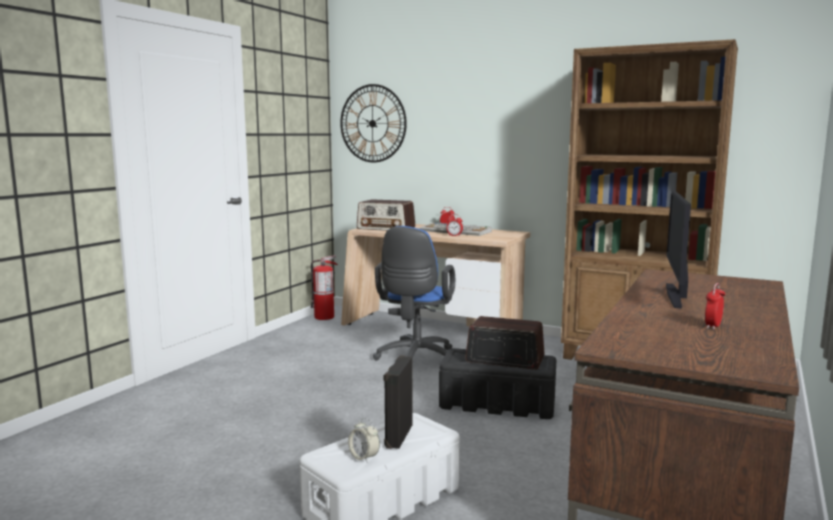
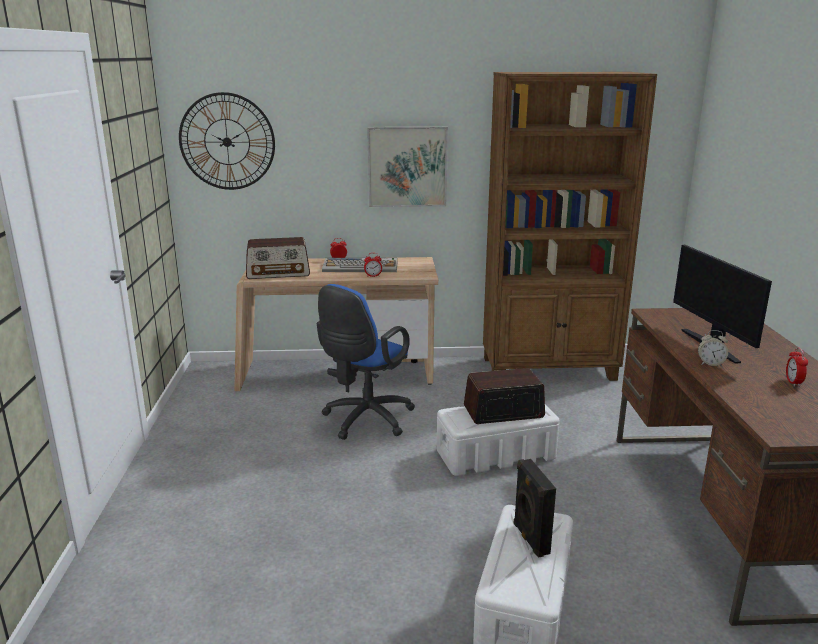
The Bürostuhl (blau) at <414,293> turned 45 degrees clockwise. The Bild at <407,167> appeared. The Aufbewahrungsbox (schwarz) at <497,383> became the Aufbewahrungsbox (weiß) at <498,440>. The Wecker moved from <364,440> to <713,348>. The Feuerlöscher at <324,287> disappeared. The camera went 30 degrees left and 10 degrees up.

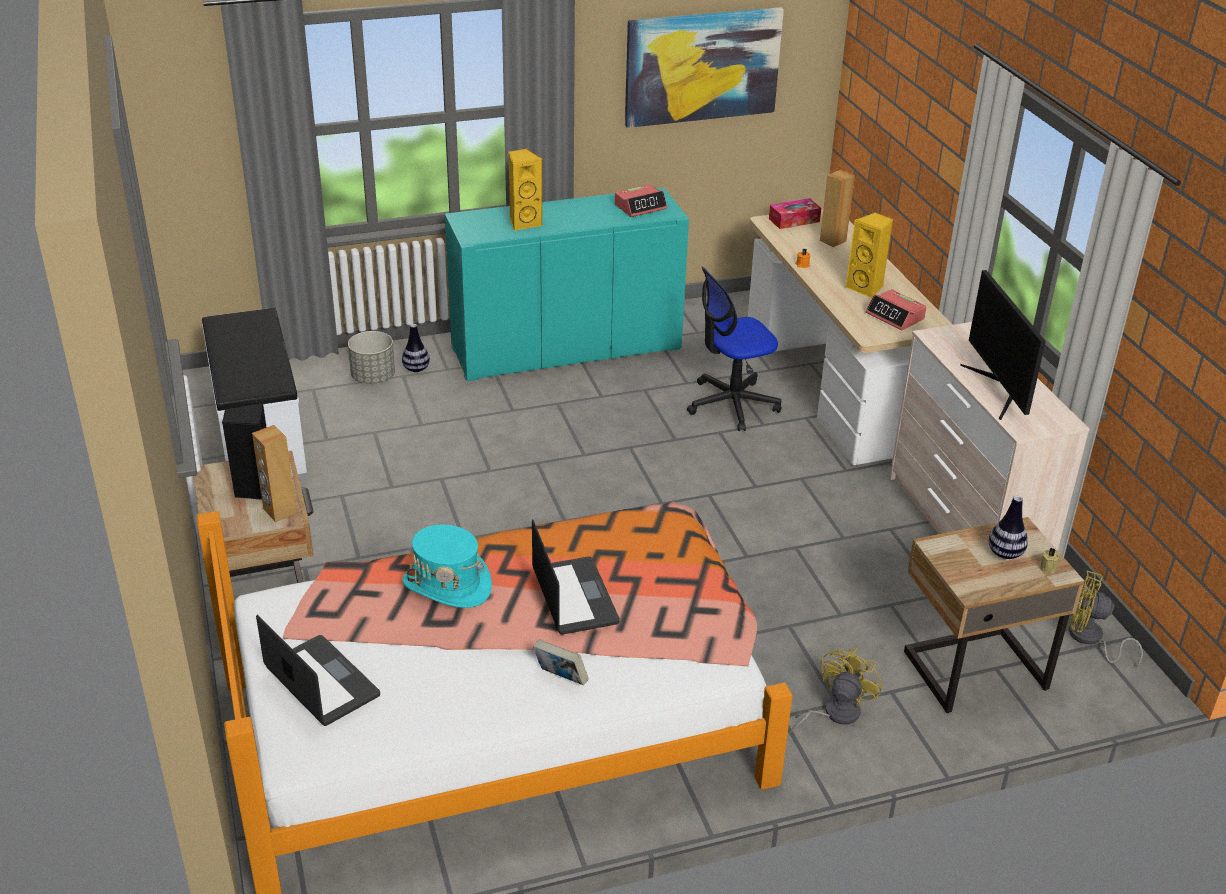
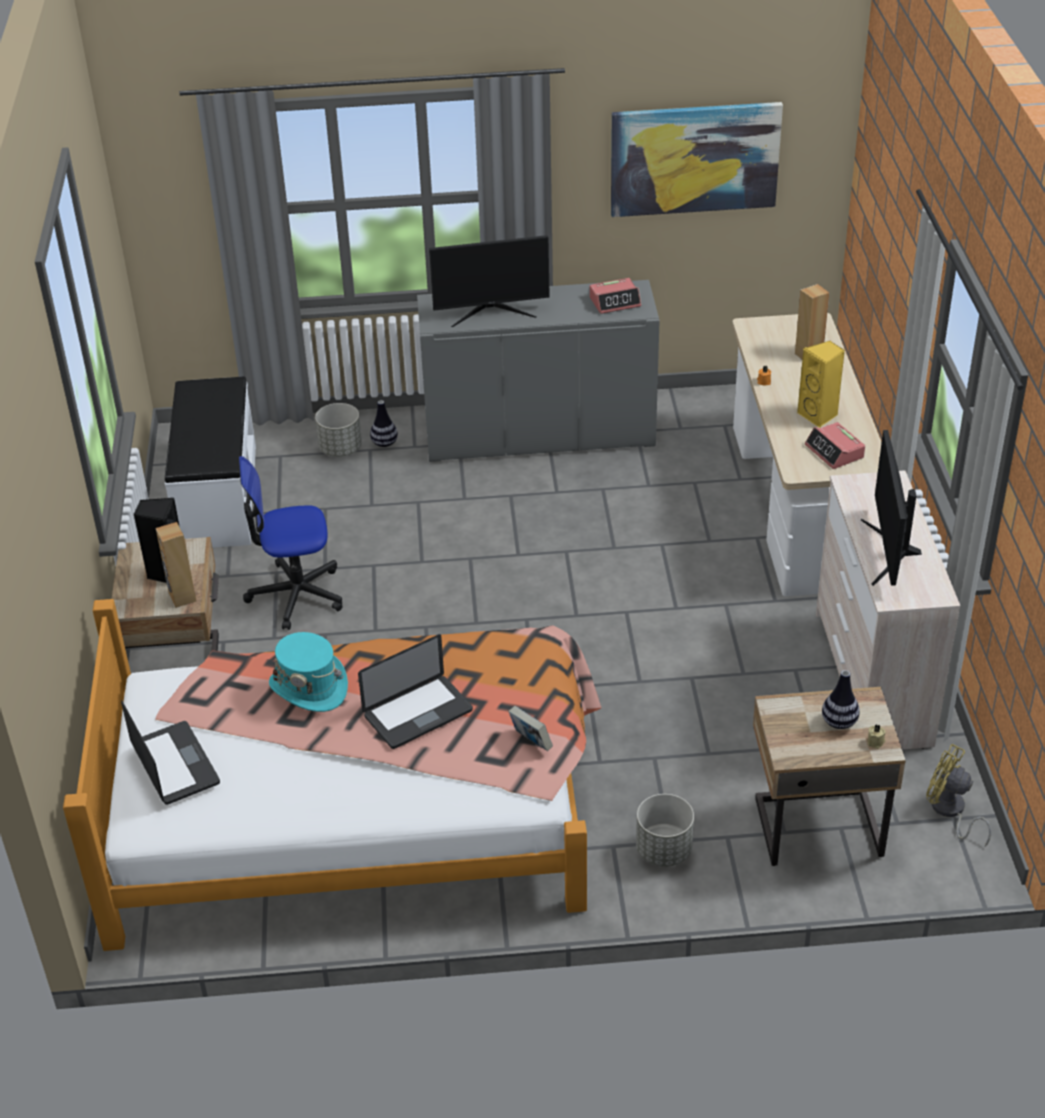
The Bürostuhl moved from <734,349> to <290,543>. The Laptop at <576,577> turned 60 degrees clockwise. The Schrank (türkis) at <567,284> became the Schrank (grau) at <538,371>. The Lautsprecher (gelb) at <525,190> was replaced by the Monitor at <489,281>. The Buch moved from <560,662> to <530,728>. The Ventilator (gelb) at <835,691> was replaced by the Pflanzkübel (grau) at <665,830>. The Taschentuchbox at <795,213> disappeared. The camera went 15 degrees right and 5 degrees up.

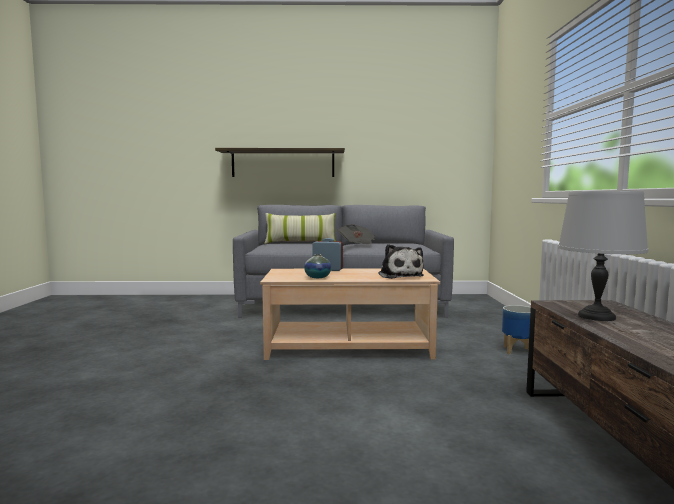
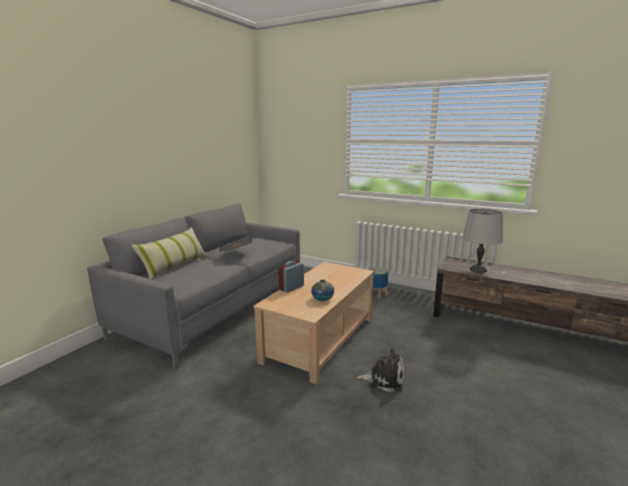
The Plüschtier moved from <401,261> to <380,370>. The Wandregal at <280,162> disappeared. The camera went 60 degrees left and 10 degrees up.

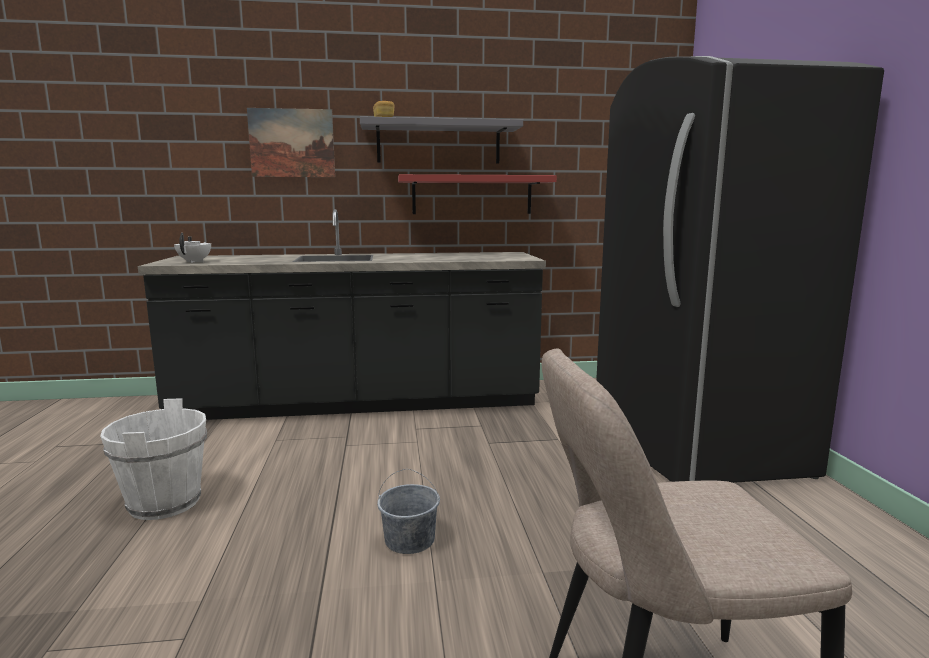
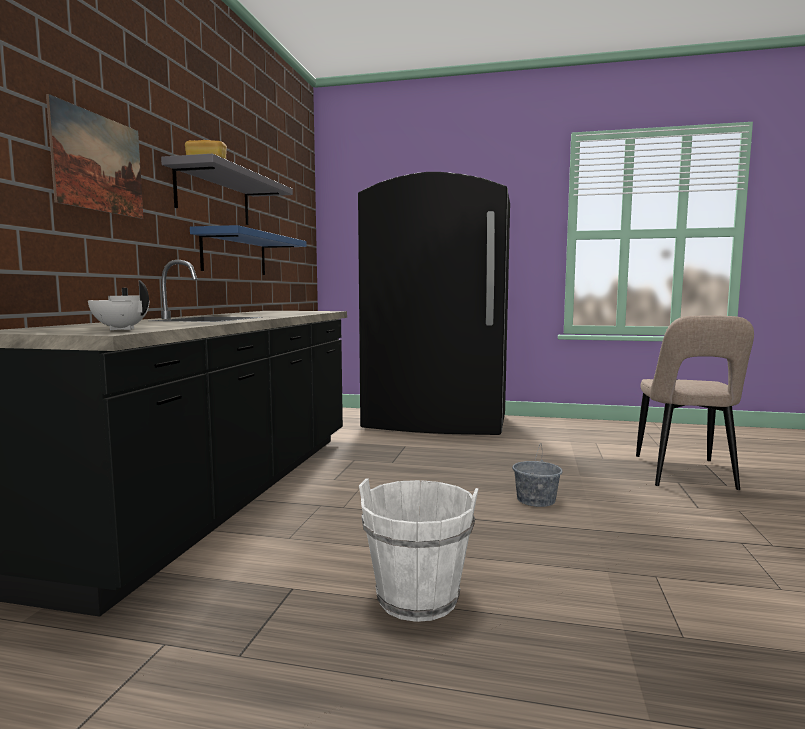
The Wandregal (rot) at <477,194> became the Wandregal (blau) at <248,250>. The camera went 70 degrees left and 5 degrees down.

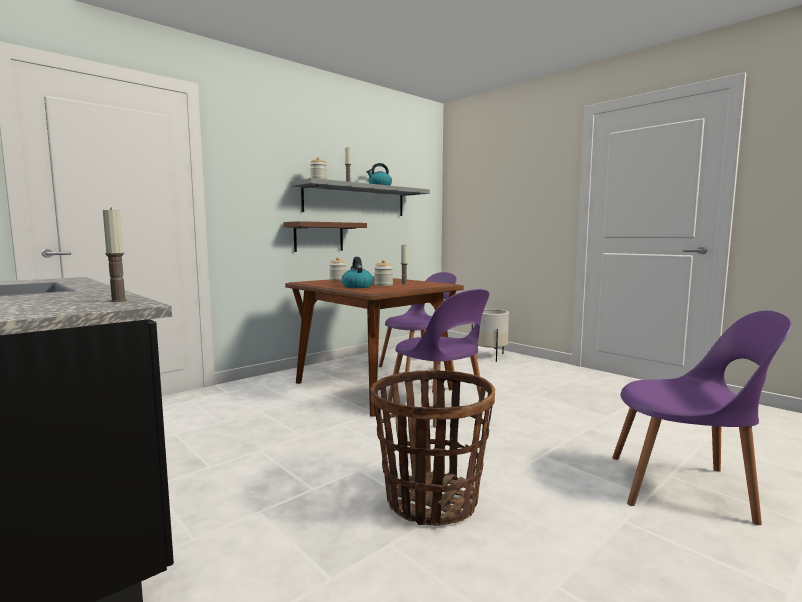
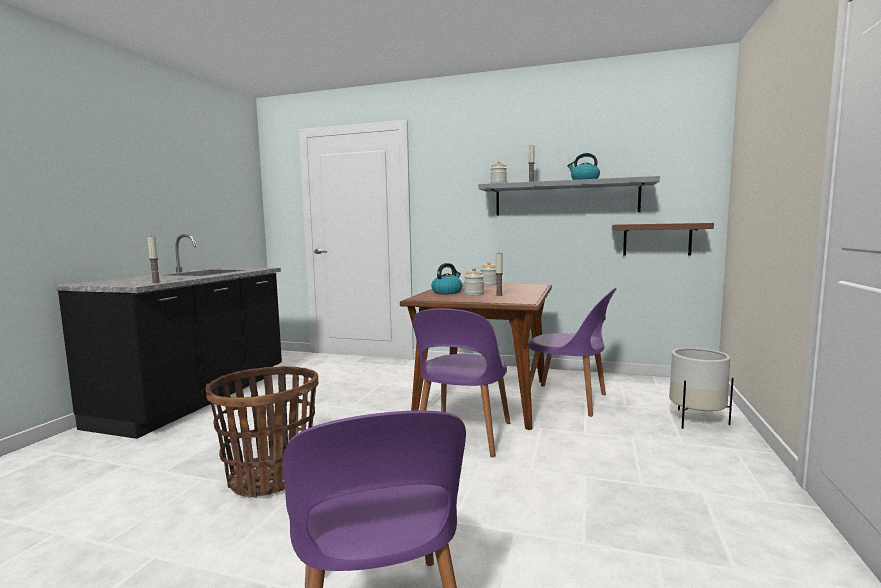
The Wandregal (braun) moved from <325,236> to <663,239>. The camera went 60 degrees right and 0 degrees up.

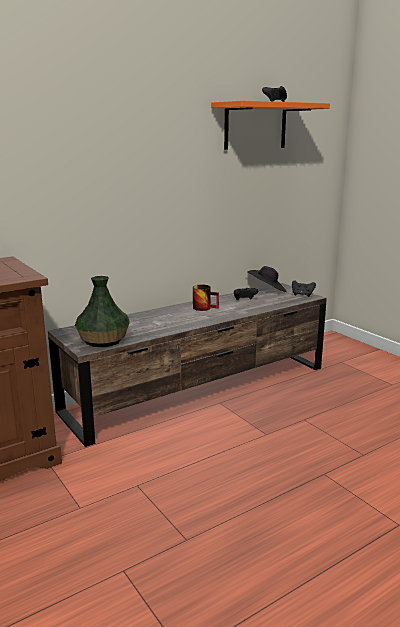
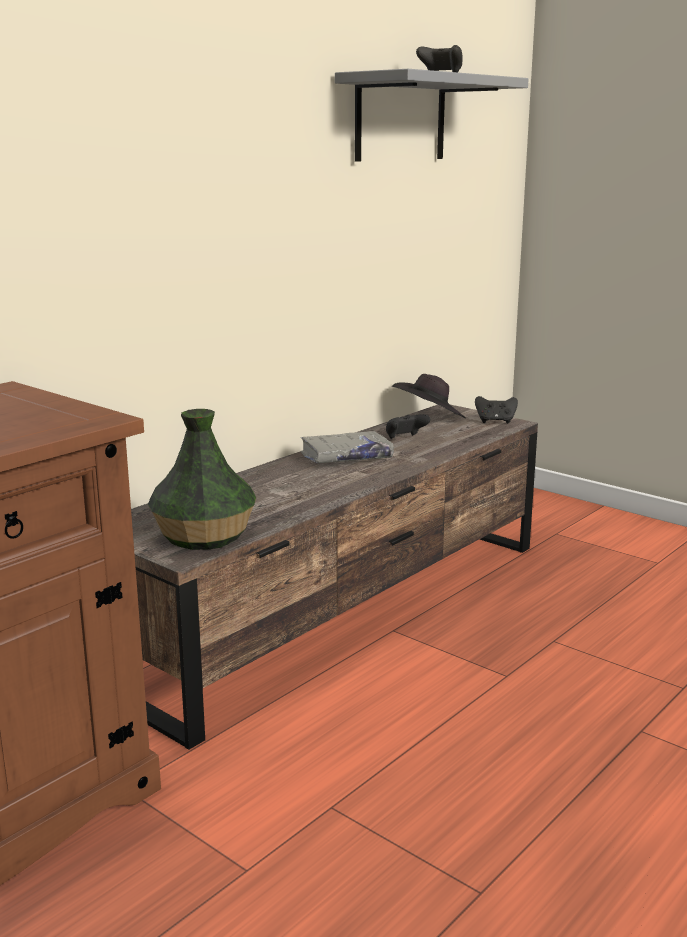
The Henkelbecher at <206,298> was replaced by the Buch (grau) at <347,447>. The Wandregal (orange) at <270,125> became the Wandregal (grau) at <432,115>. The camera went 15 degrees left and 0 degrees up.

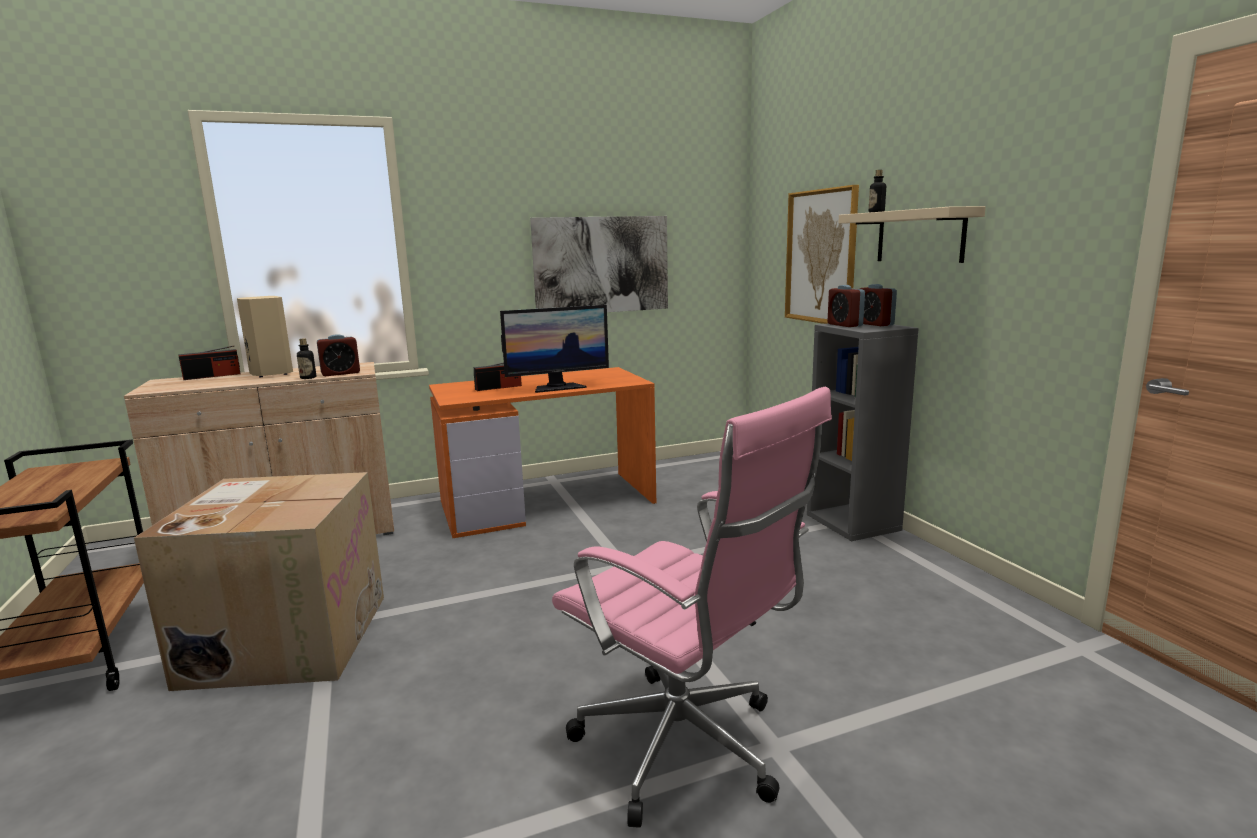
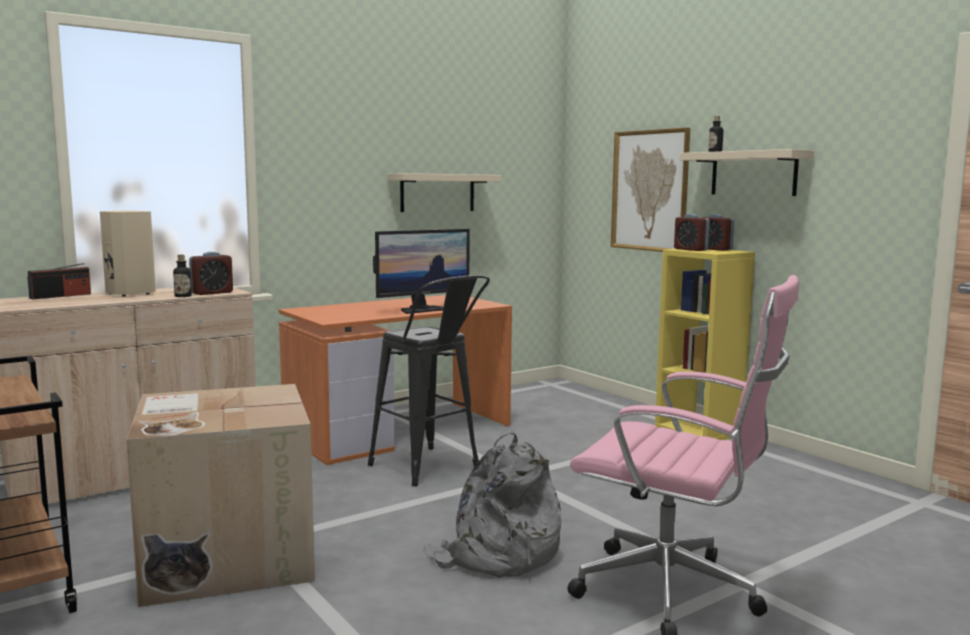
The Hocker (schwarz) at <429,380> appeared. The Bild at <599,264> was replaced by the Wandregal (beige) at <445,192>. The Rucksack (grau) at <493,504> appeared. The Bücherregal (grau) at <863,432> became the Bücherregal (gelb) at <705,344>. The Radio at <498,376> disappeared. The camera went 15 degrees left and 5 degrees down.

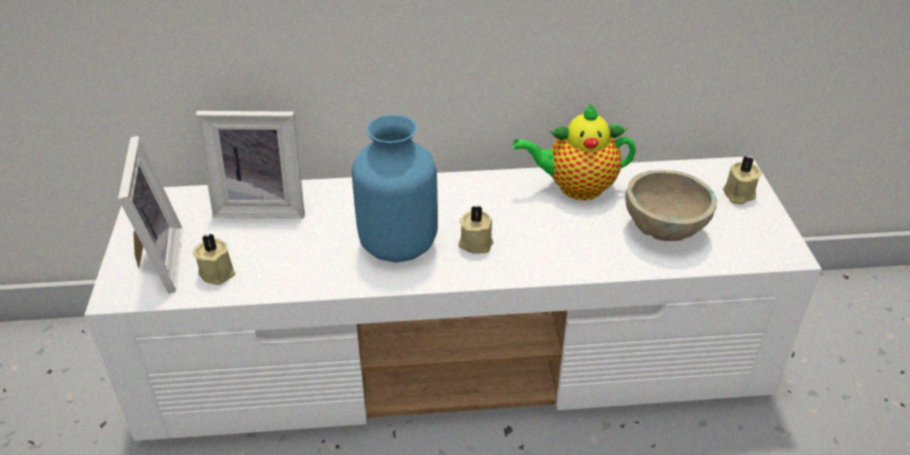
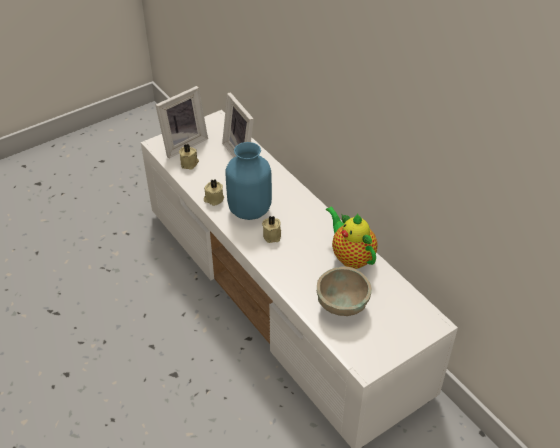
The Kerze (beige) moved from <742,180> to <214,192>. The camera went 60 degrees right and 5 degrees up.

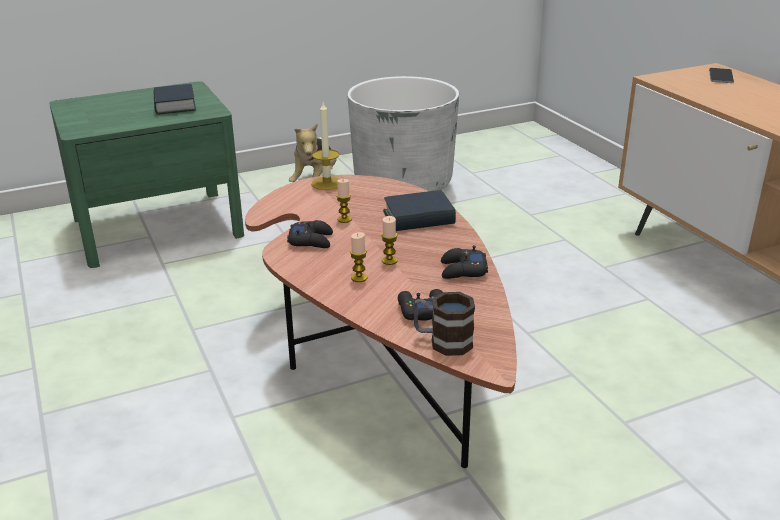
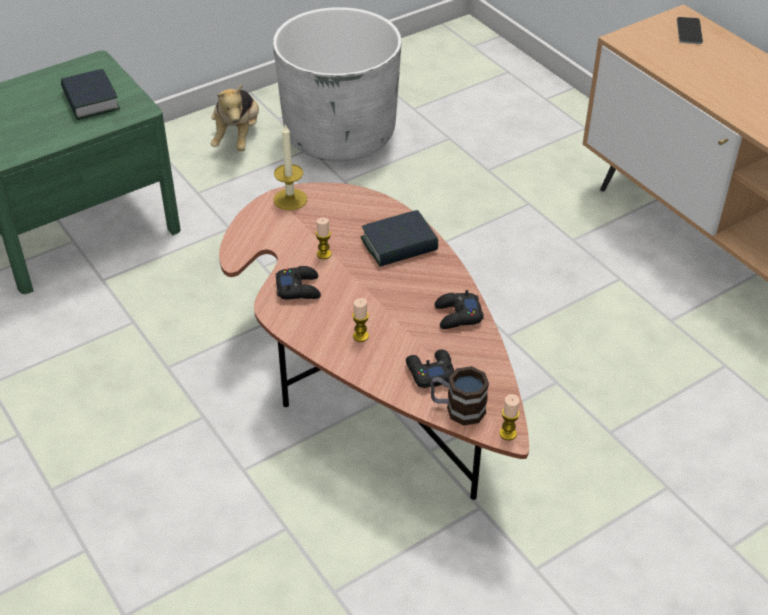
The Kerze moved from <389,240> to <509,417>. The camera went 10 degrees left and 15 degrees up.

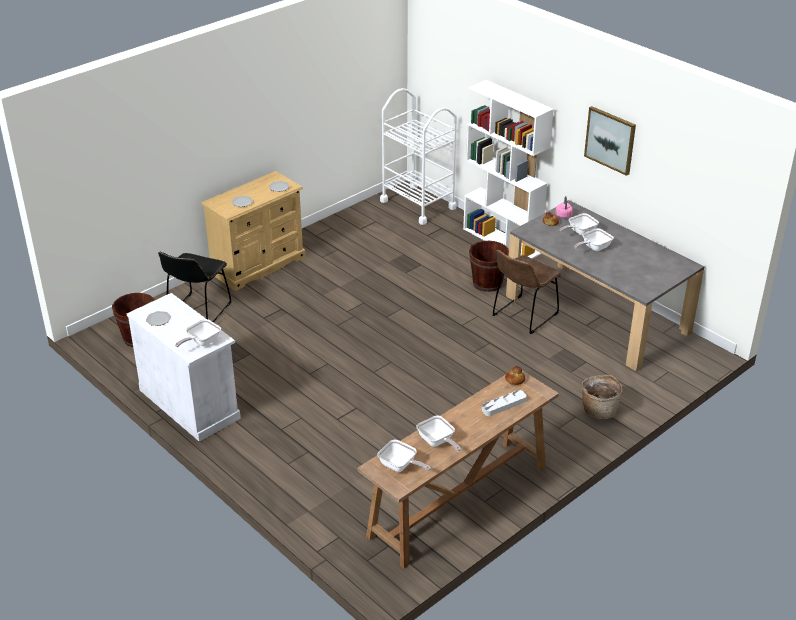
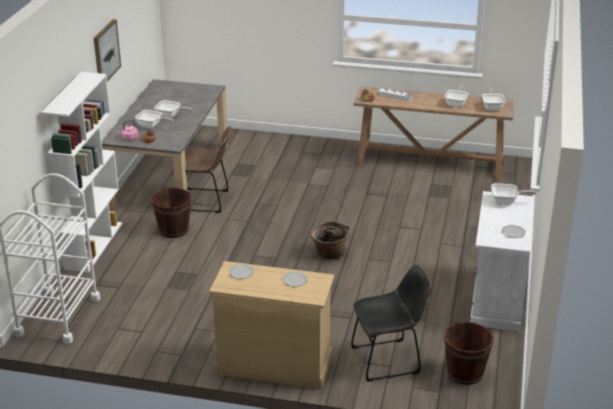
The Korb moved from <602,397> to <330,240>. The camera went 125 degrees left and 5 degrees down.

